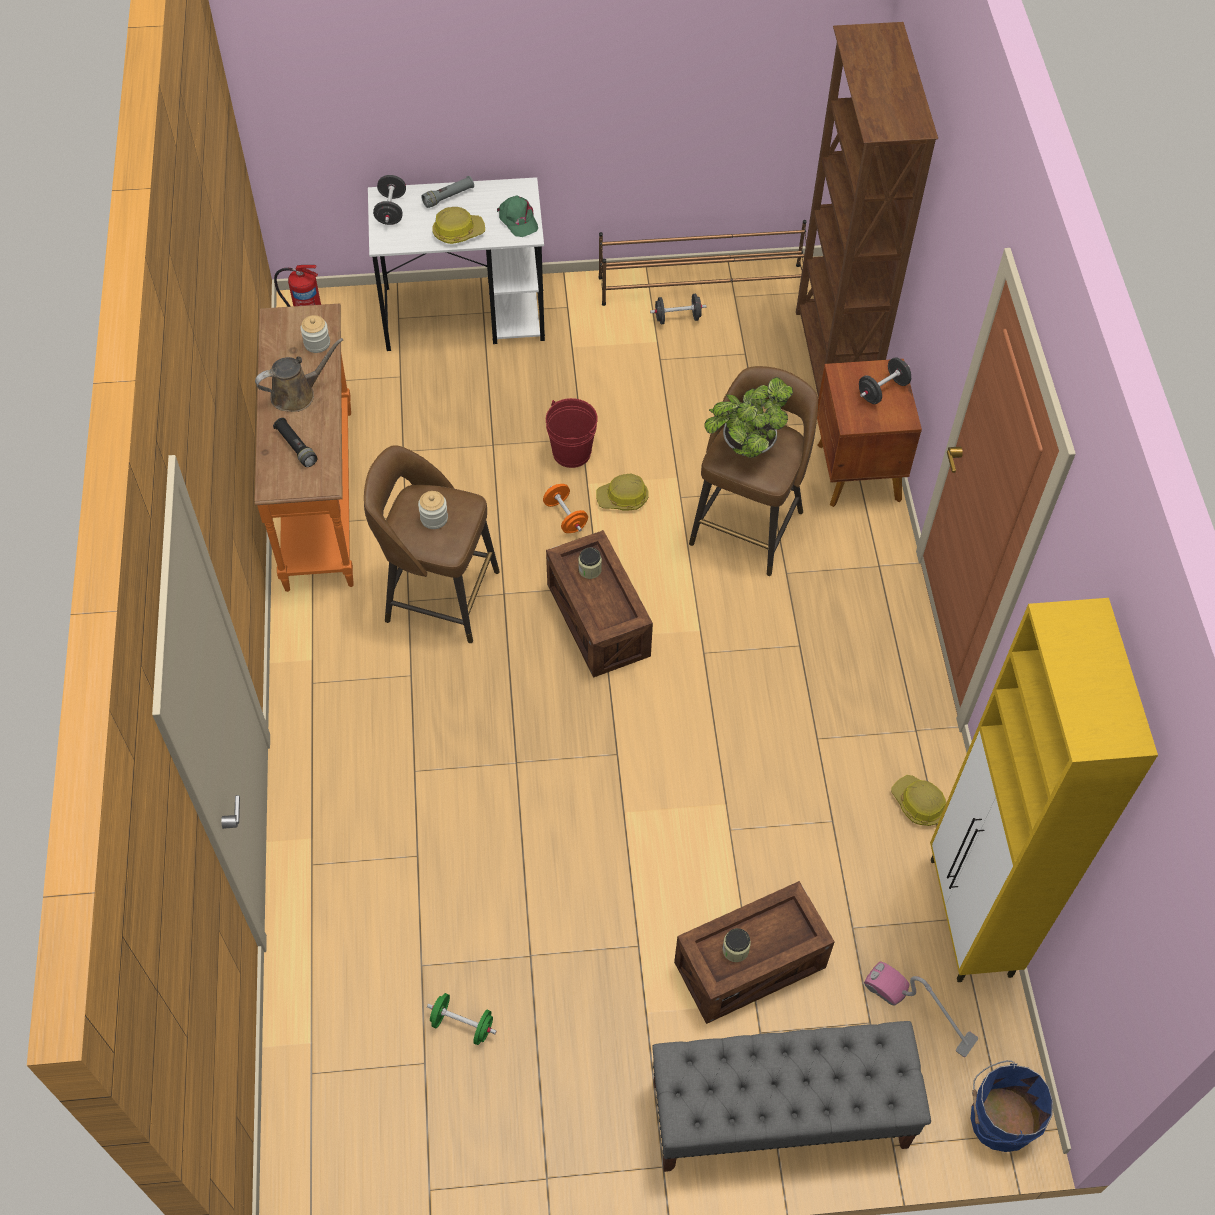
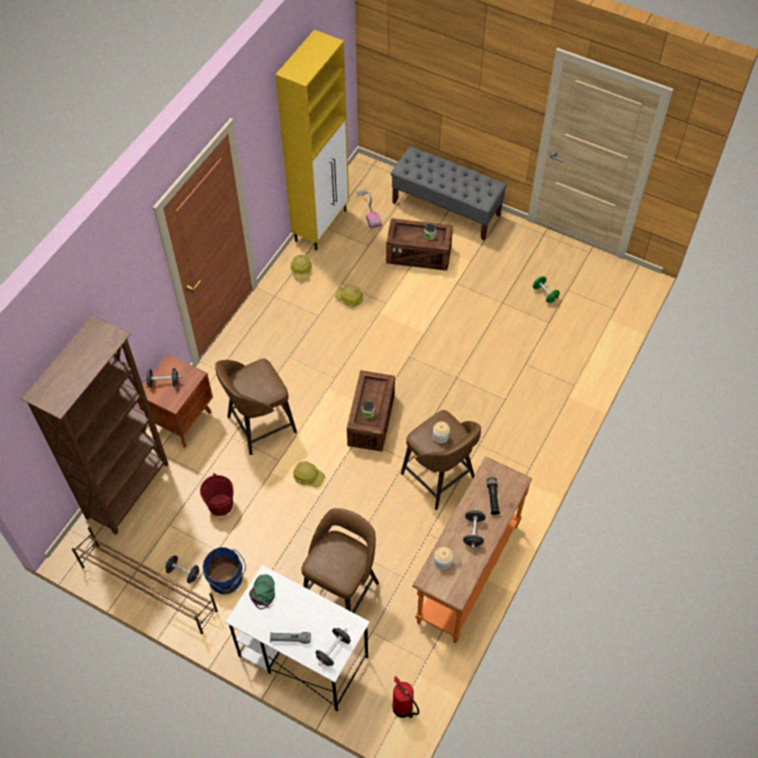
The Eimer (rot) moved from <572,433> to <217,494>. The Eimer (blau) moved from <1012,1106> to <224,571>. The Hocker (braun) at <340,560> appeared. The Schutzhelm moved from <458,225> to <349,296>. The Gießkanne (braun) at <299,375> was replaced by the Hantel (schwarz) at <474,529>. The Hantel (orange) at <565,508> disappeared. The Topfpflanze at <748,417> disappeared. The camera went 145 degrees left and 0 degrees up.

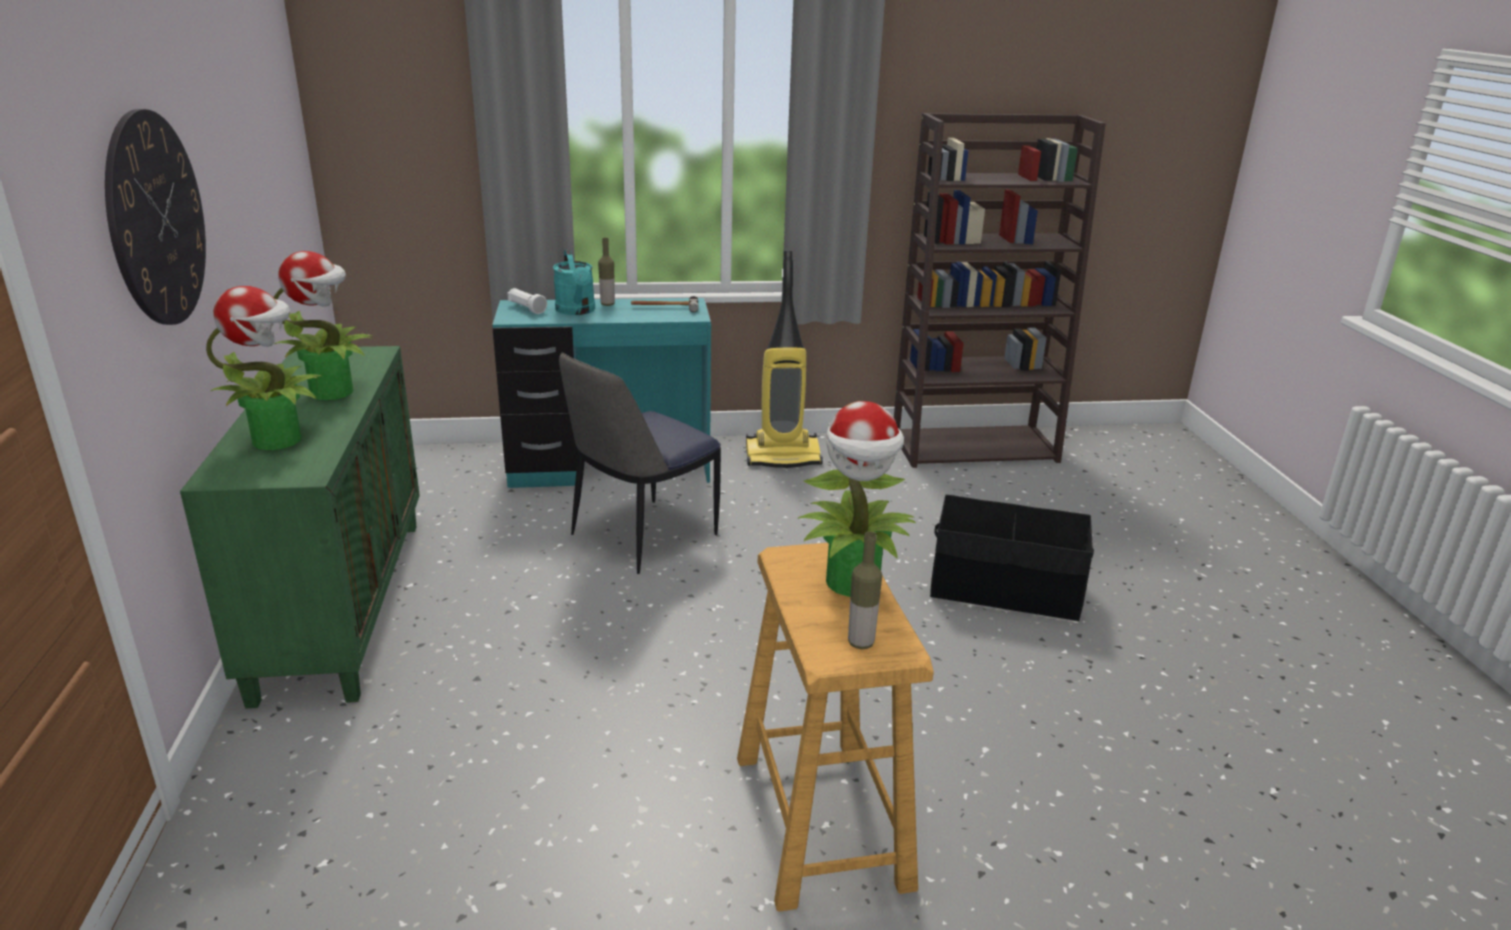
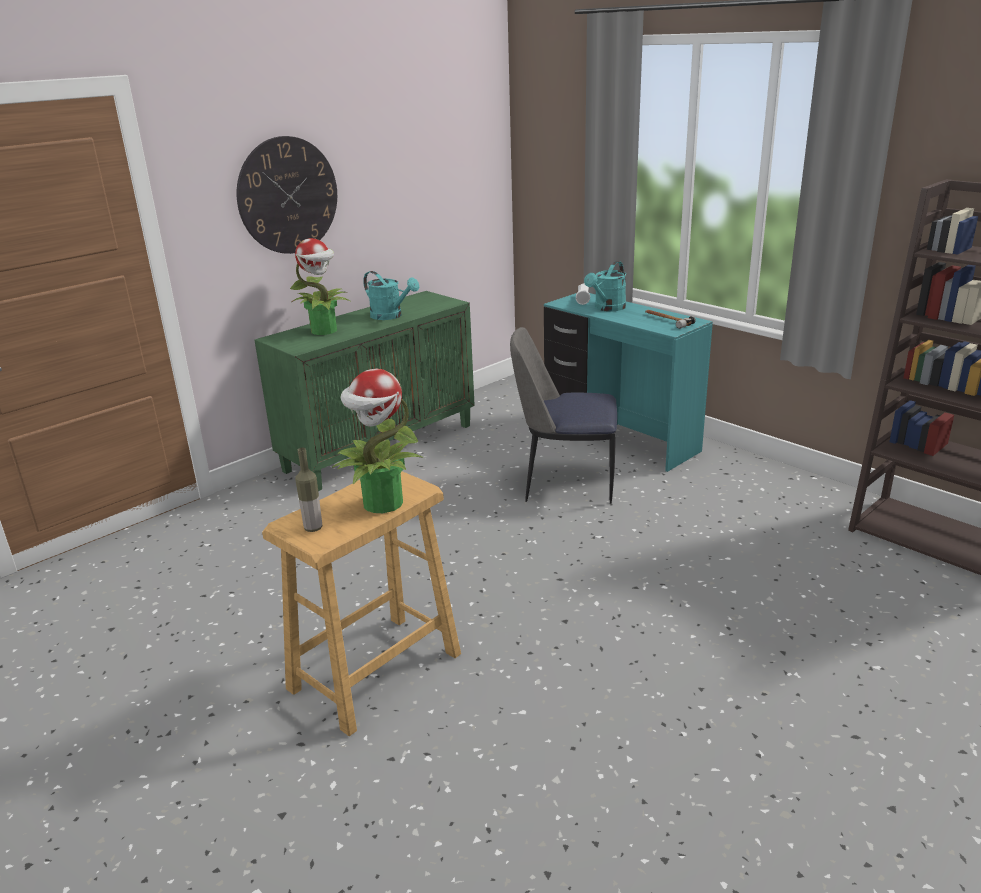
The Topfpflanze at <323,325> was replaced by the Gießkanne (türkis) at <391,295>. The Flasche at <606,272> disappeared. The Staubsauger at <784,359> disappeared. The Aufbewahrungsbox (schwarz) at <1012,558> disappeared. The camera went 55 degrees right and 0 degrees up.

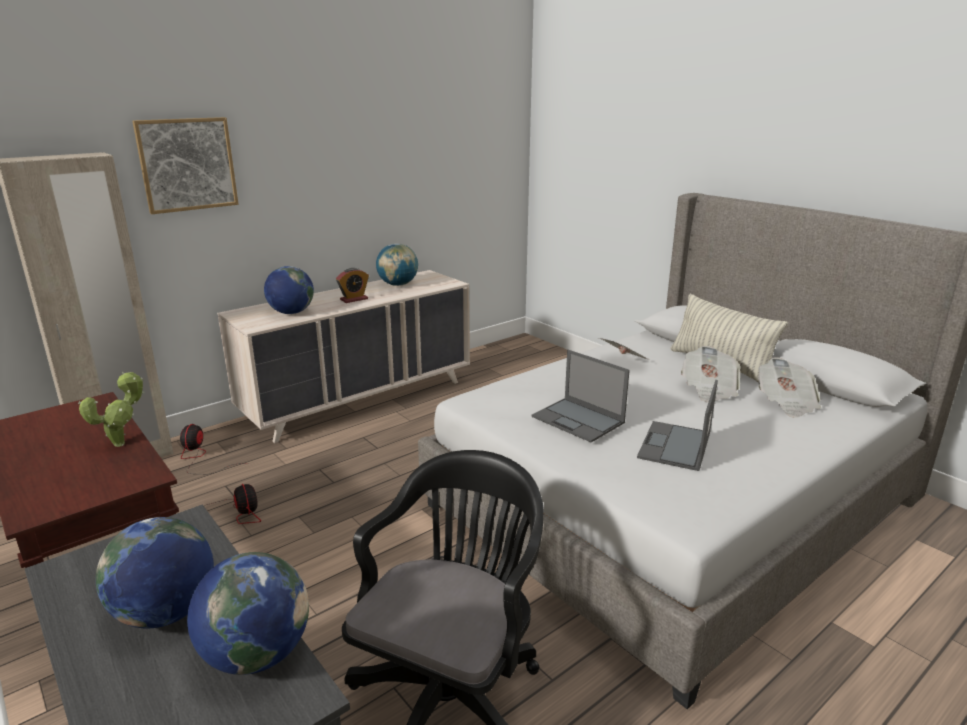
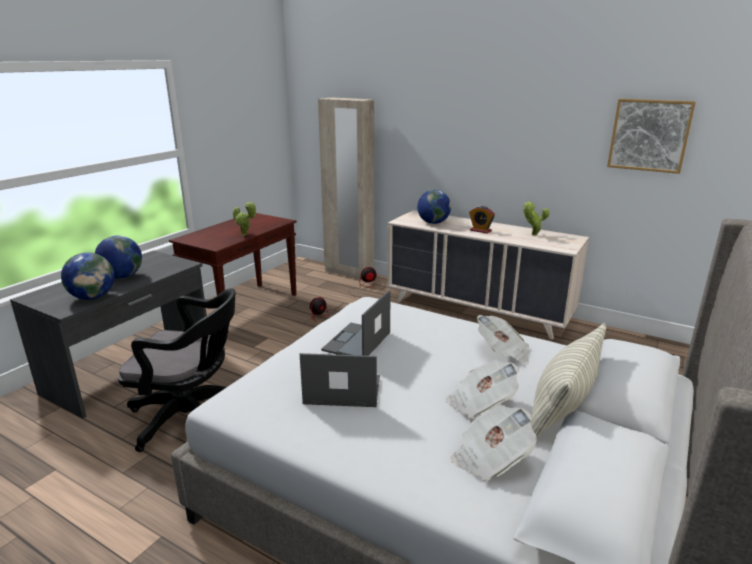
The Globus at <397,264> was replaced by the Topfpflanze at <536,219>. The Bild moved from <185,165> to <651,136>. The camera went 70 degrees right and 0 degrees up.

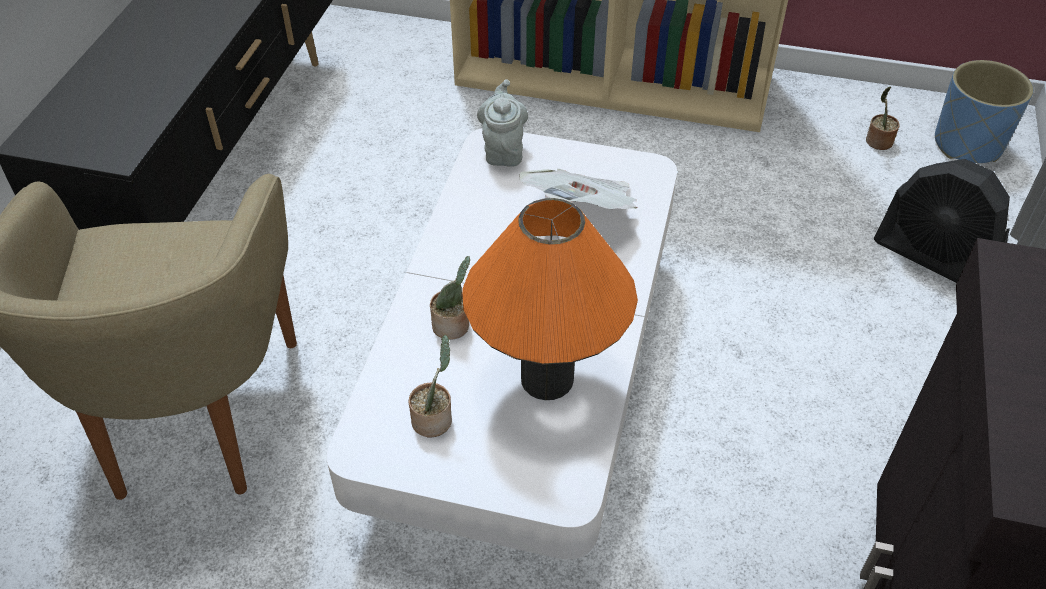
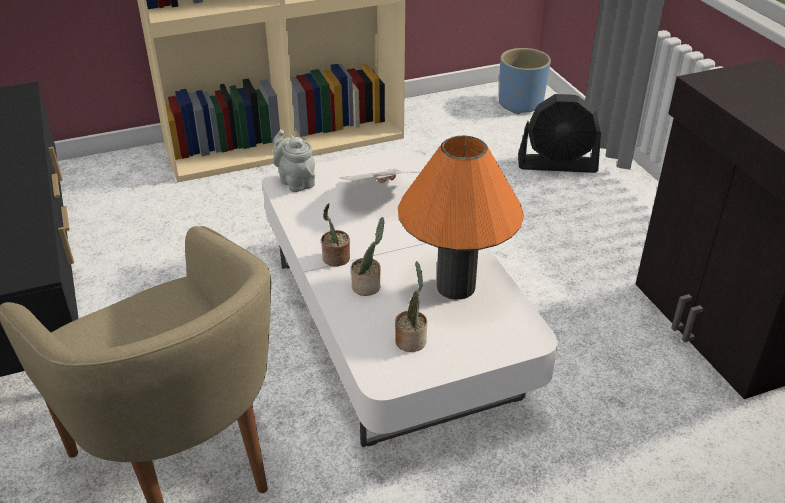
The Topfpflanze moved from <883,118> to <335,234>. The camera went 35 degrees left and 10 degrees down.

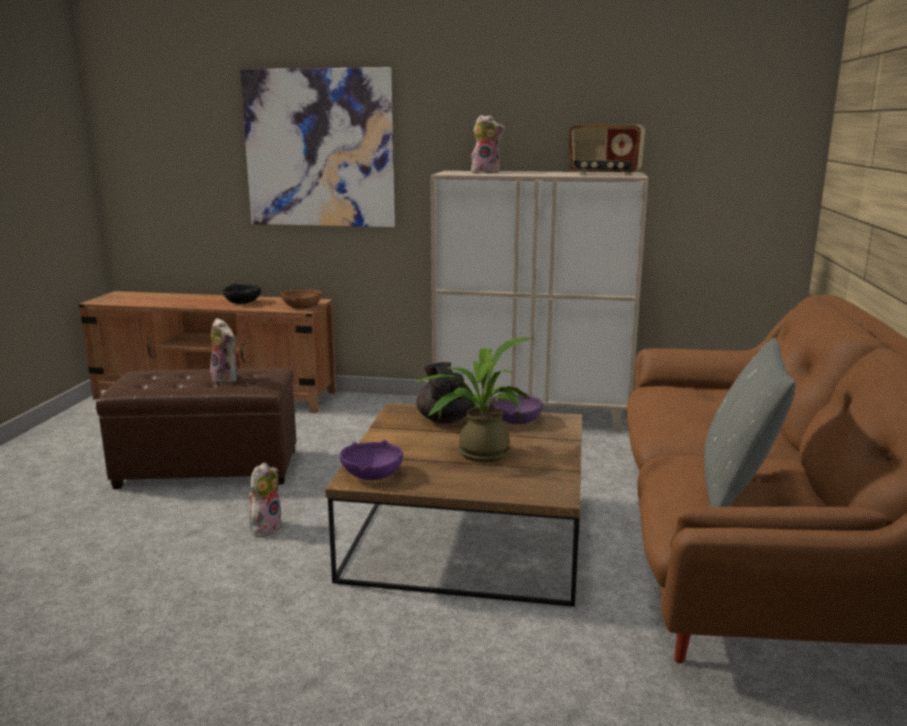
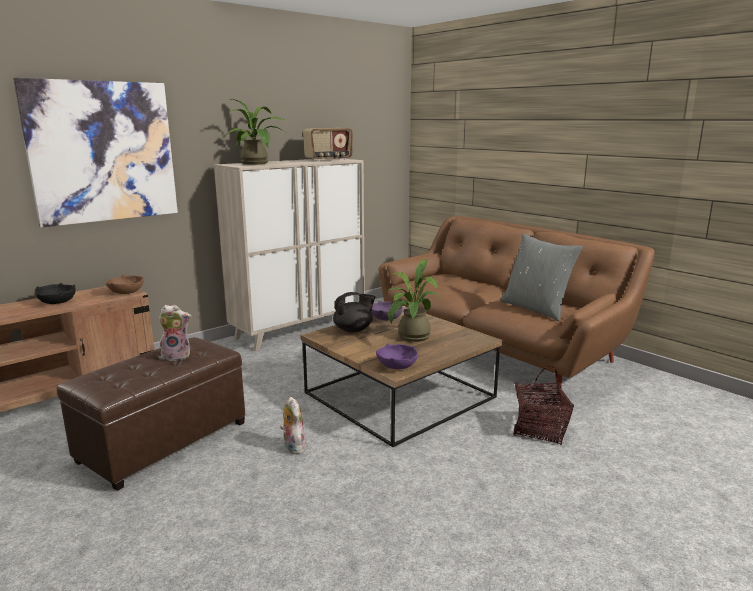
The Plüschtier at <488,144> was replaced by the Topfpflanze at <254,132>. The Teekanne (schwarz) at <445,393> turned 135 degrees clockwise. The Korb at <543,405> appeared. The camera went 50 degrees left and 0 degrees up.

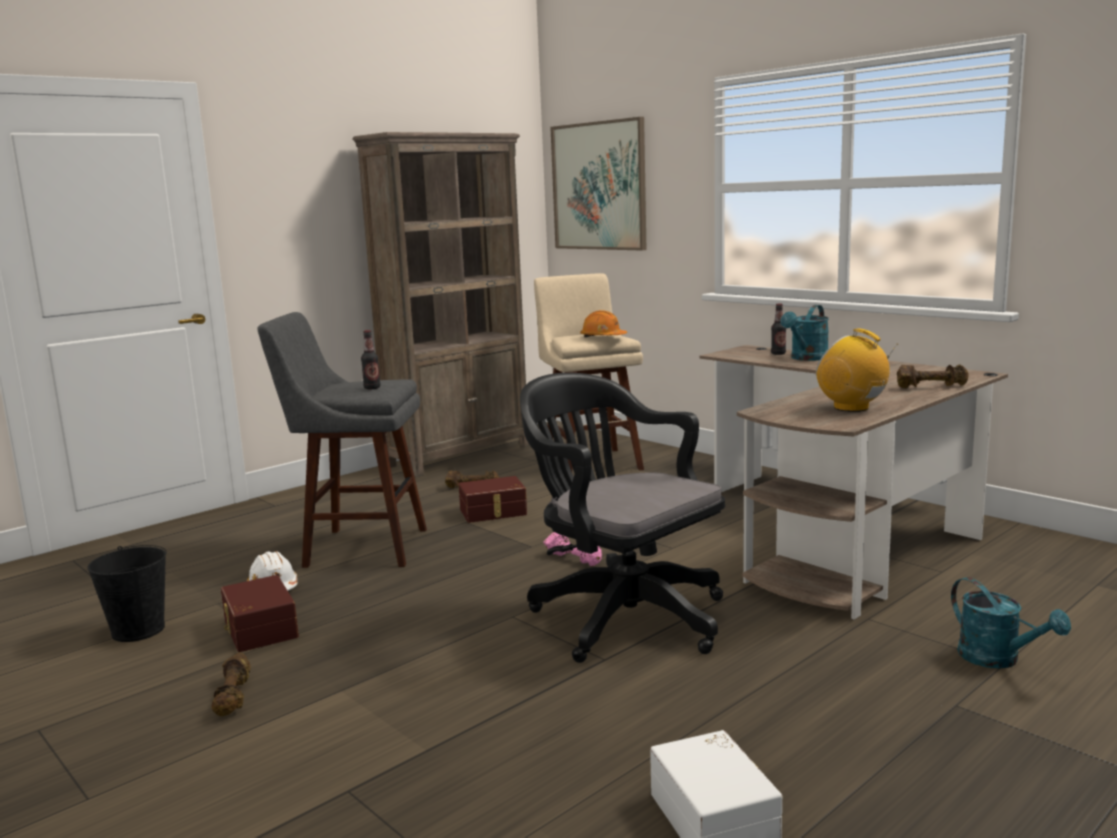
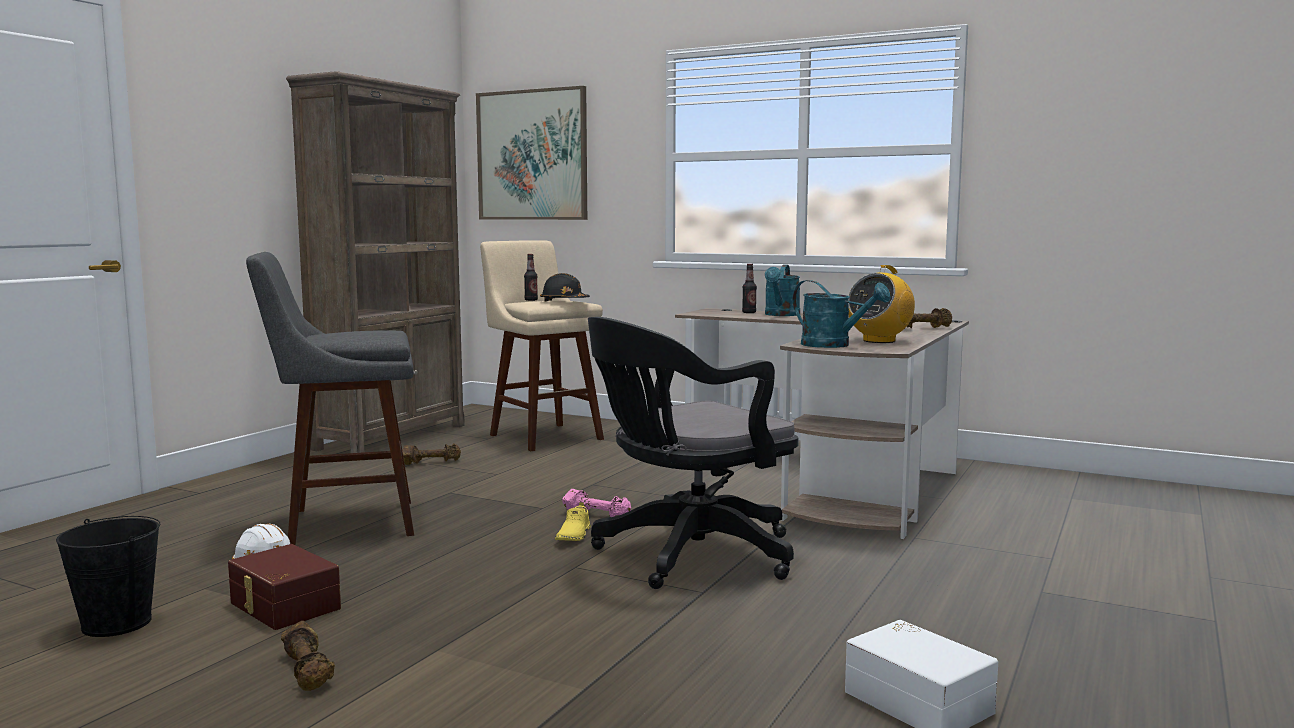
The Flasche moved from <370,359> to <531,277>. The Schutzhelm (orange) at <603,323> became the Schutzhelm (schwarz) at <565,287>. The Schuh (gelb) at <573,521> appeared. The Bürostuhl (schwarz) at <622,518> turned 60 degrees counterclockwise. The Gießkanne (türkis) moved from <1011,623> to <842,314>. The Radio at <857,370> turned 75 degrees counterclockwise. The Aufbewahrungsbox (braun) at <493,499> disappeared. The camera went 20 degrees left and 5 degrees down.

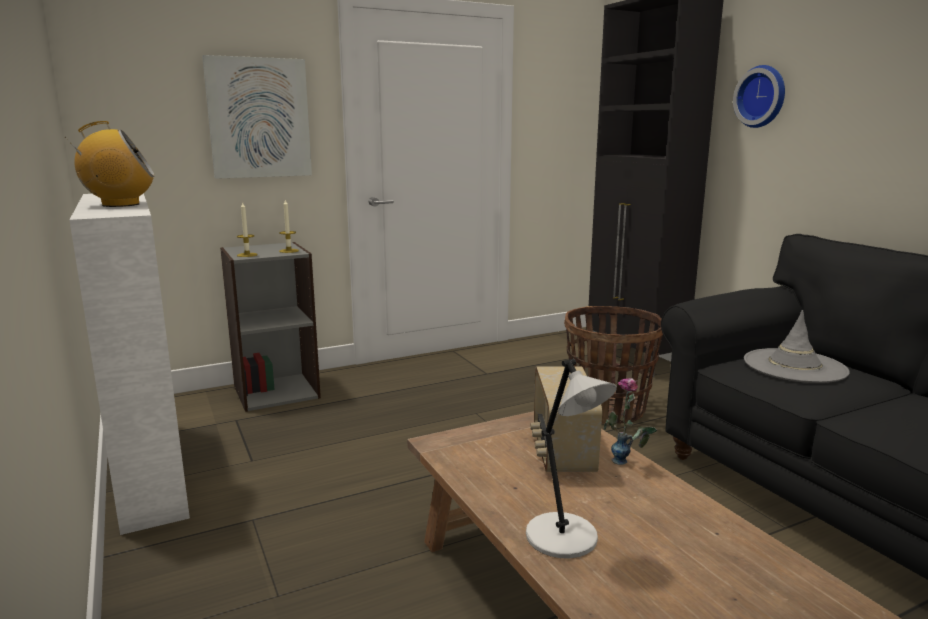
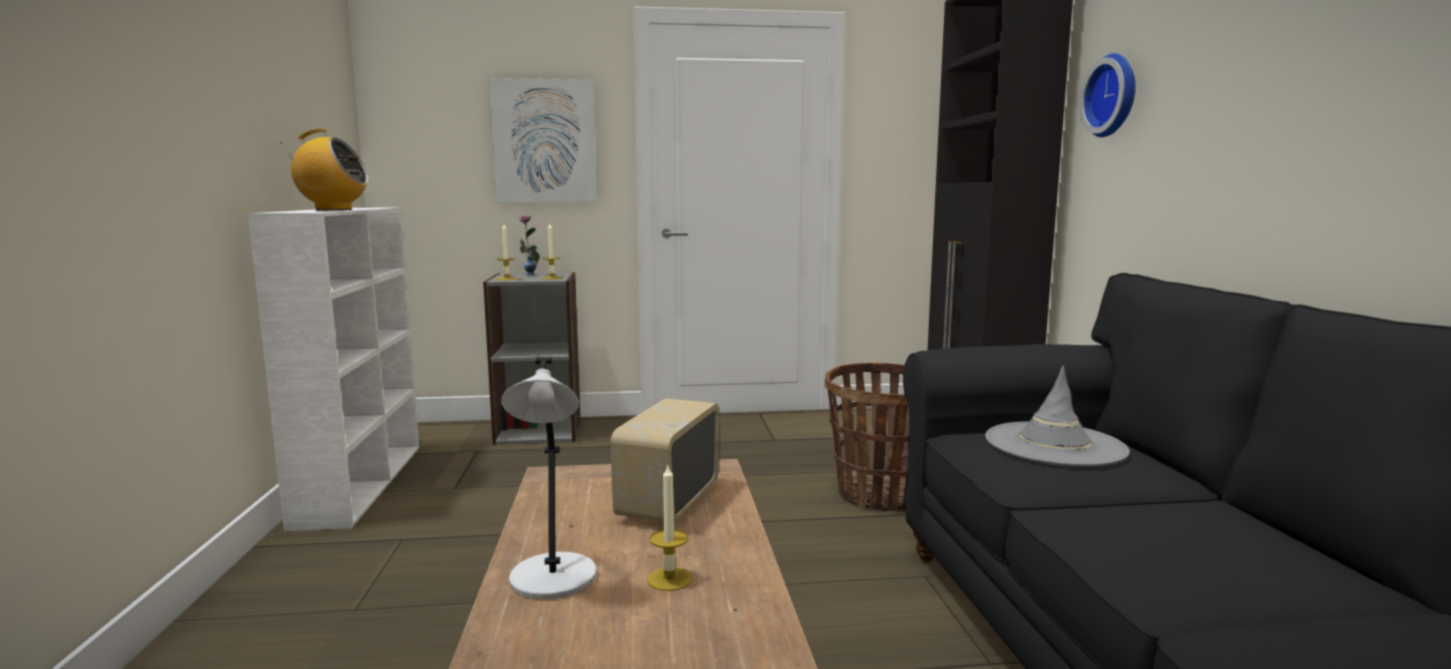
The Vase moved from <630,421> to <529,245>. The Kerze at <669,527> appeared. The camera went 20 degrees right and 5 degrees down.

